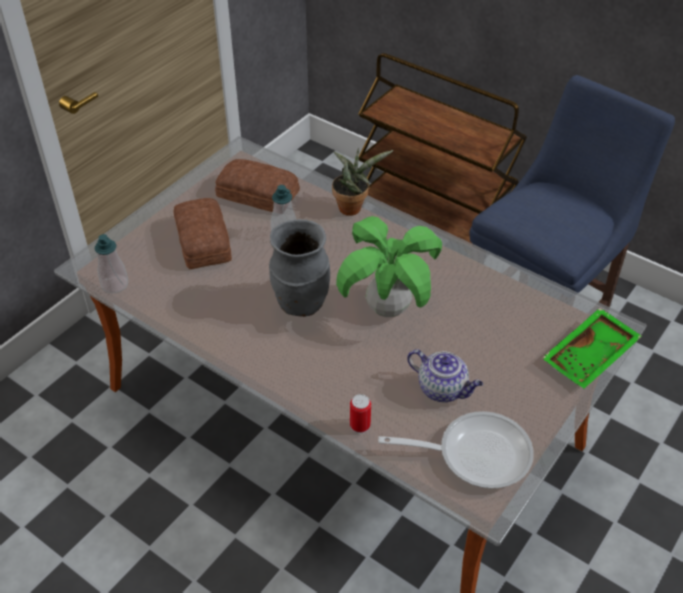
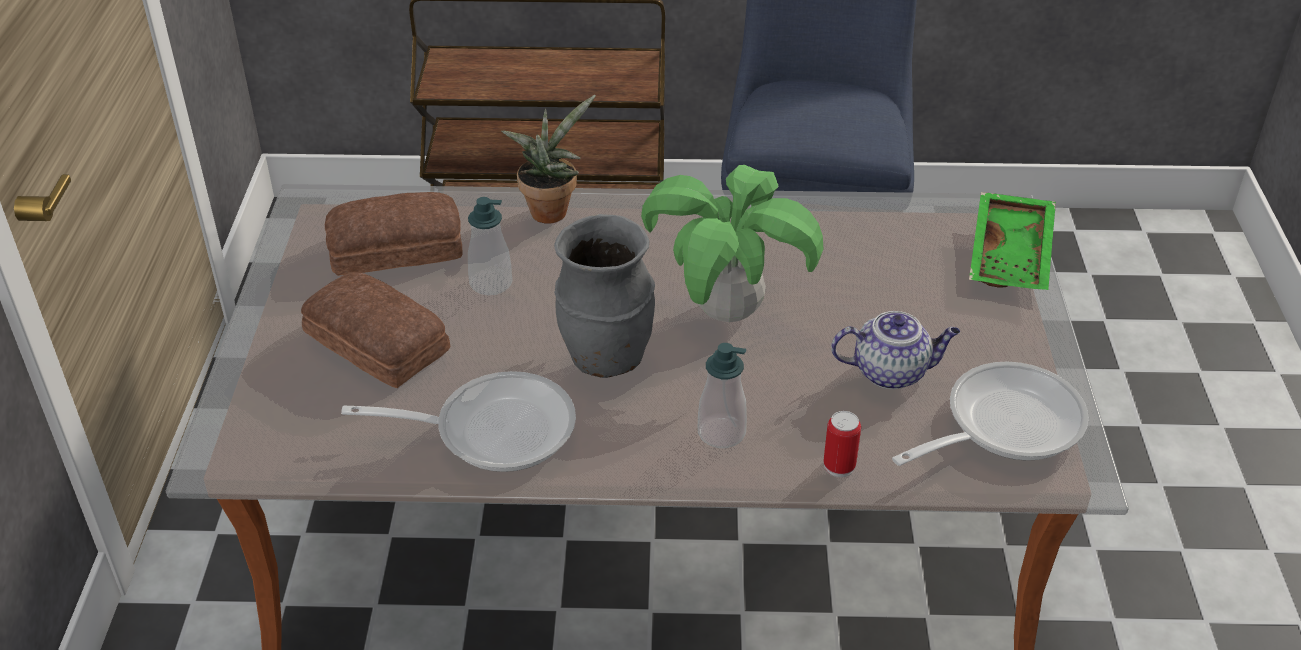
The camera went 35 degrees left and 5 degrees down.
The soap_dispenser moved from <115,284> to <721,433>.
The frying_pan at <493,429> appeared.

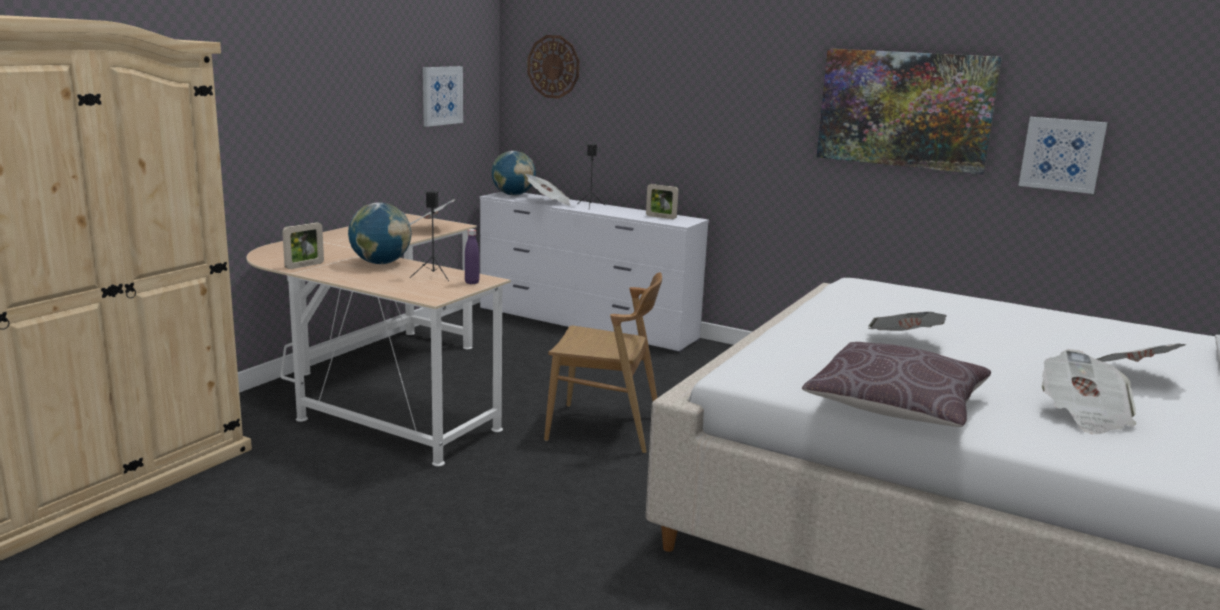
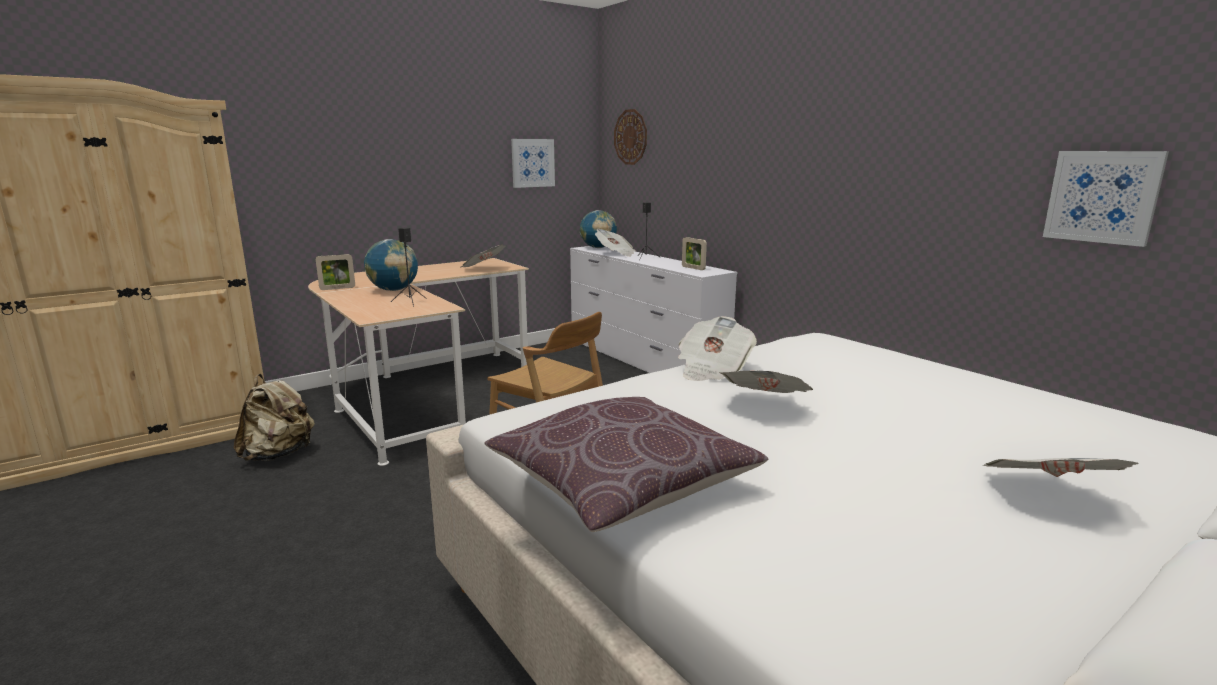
The camera went 25 degrees right and 0 degrees up.
The picture at <905,109> disappeared.
The purple_bottle at <472,282> disappeared.
The newspaper moved from <1084,416> to <712,370>.
The beige_backpack at <279,454> appeared.

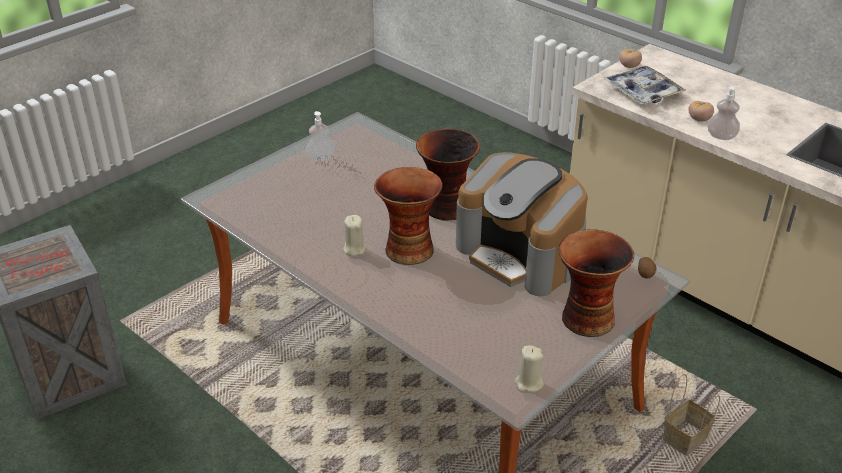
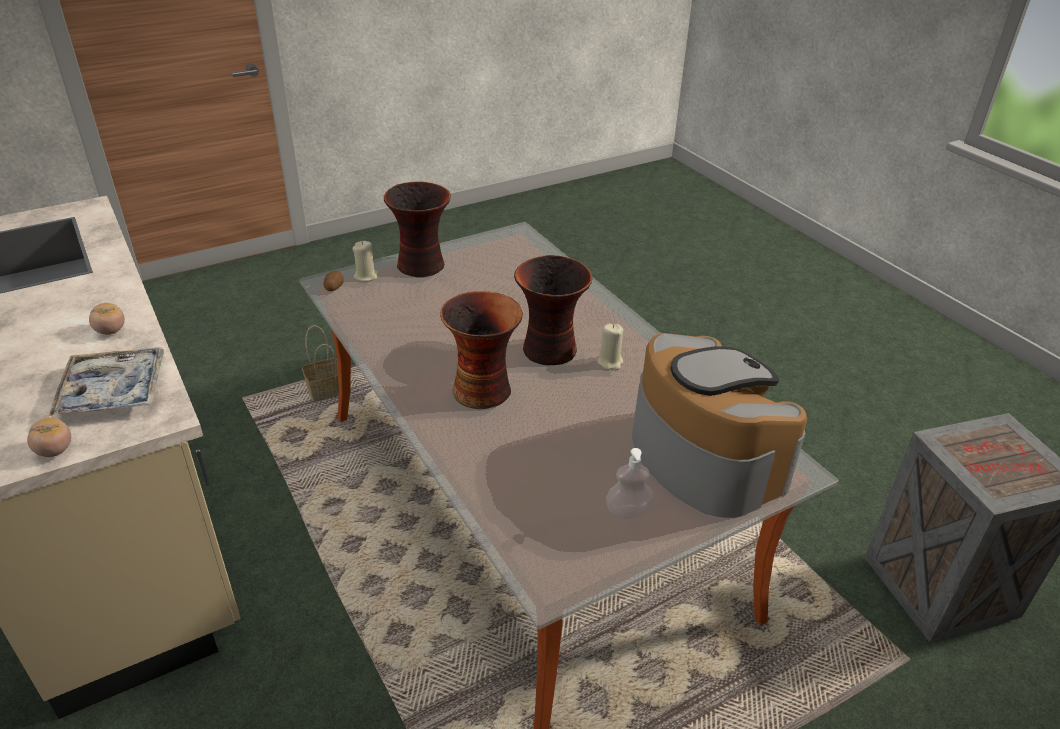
The camera went 165 degrees left and 0 degrees up.
The soap_dispenser at <721,136> disappeared.
The coffee_machine moved from <521,255> to <703,457>.
The beige_candle moved from <528,383> to <366,276>.

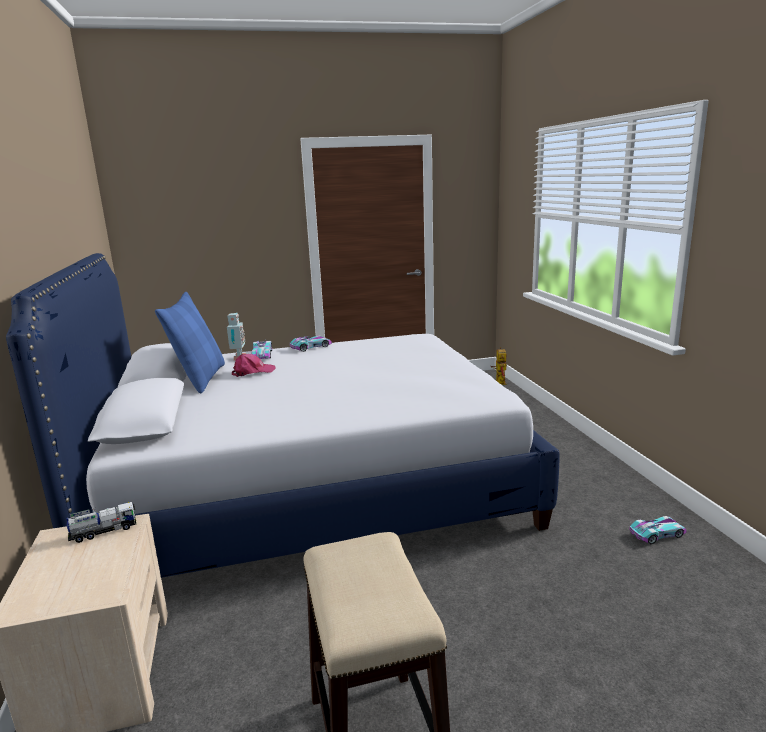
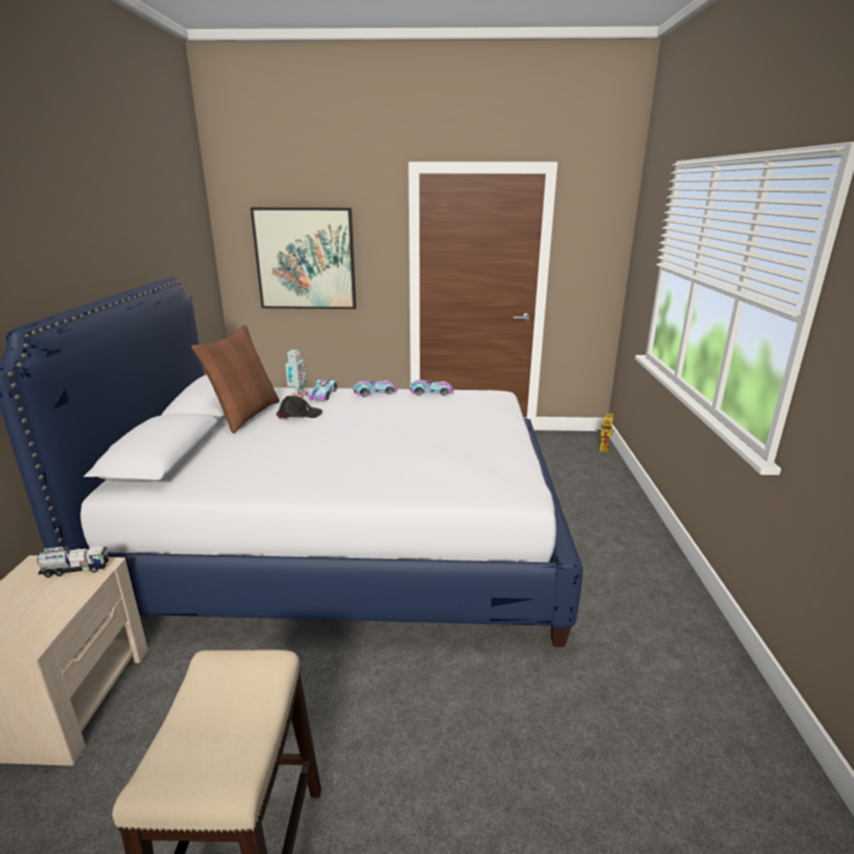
The camera went 15 degrees right and 5 degrees up.
The blue_pillow at <200,379> became the brown_pillow at <246,415>.
The pink_cap at <253,372> became the black_cap at <298,414>.
The toy_car moved from <657,534> to <431,392>.
The picture at <305,259> appeared.

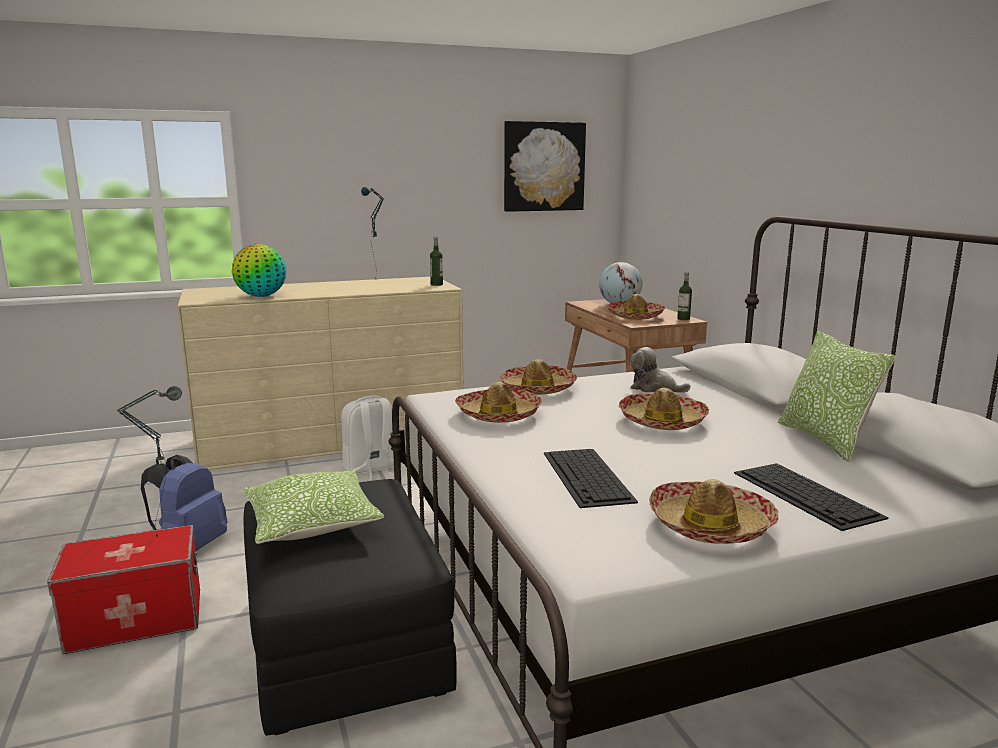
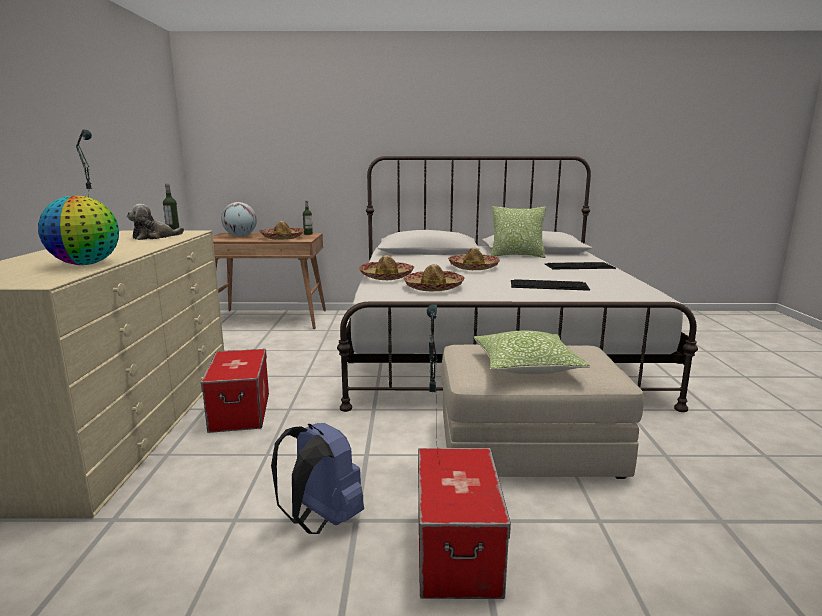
The camera went 70 degrees left and 0 degrees up.
The picture at <543,167> disappeared.
The plush_toy moved from <654,388> to <154,237>.
The white_backpack at <371,469> was replaced by the storage_box at <241,412>.
The black_ottoman at <346,644> became the beige_ottoman at <528,447>.
The hat at <710,525> disappeared.

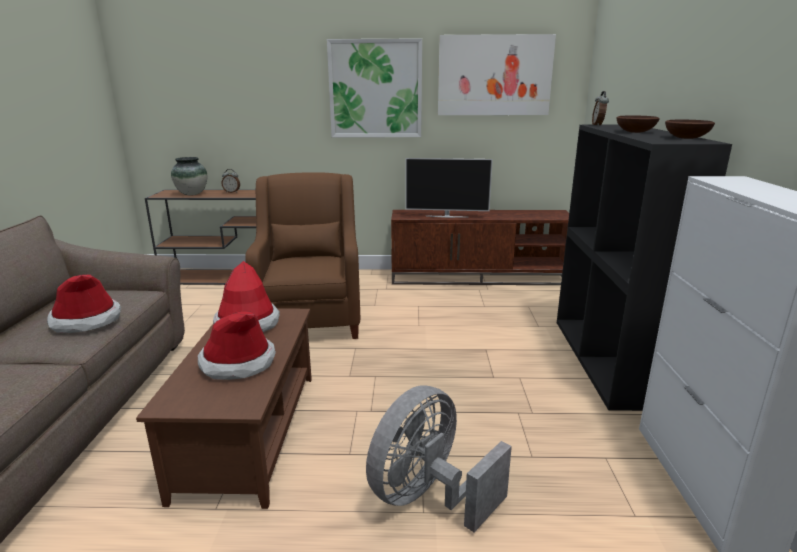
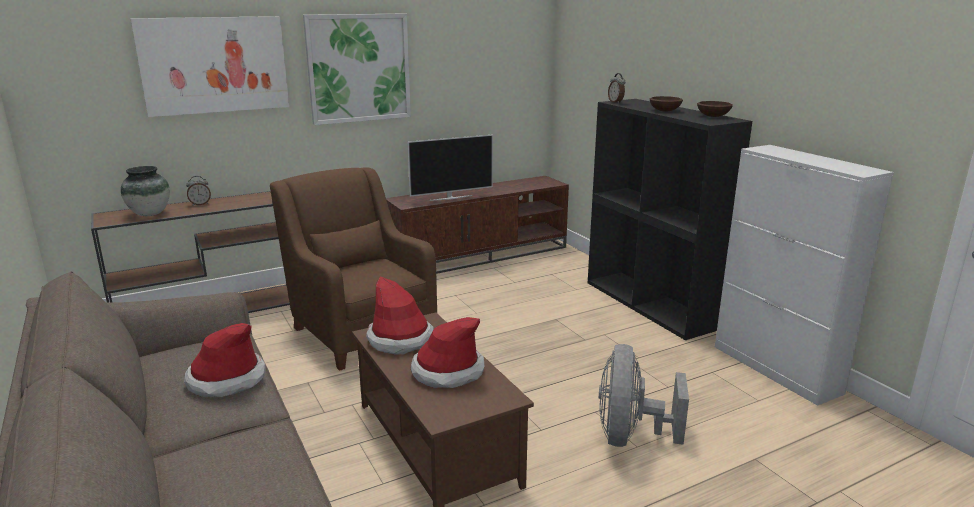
The camera went 30 degrees left and 0 degrees up.
The picture moved from <494,75> to <214,65>.

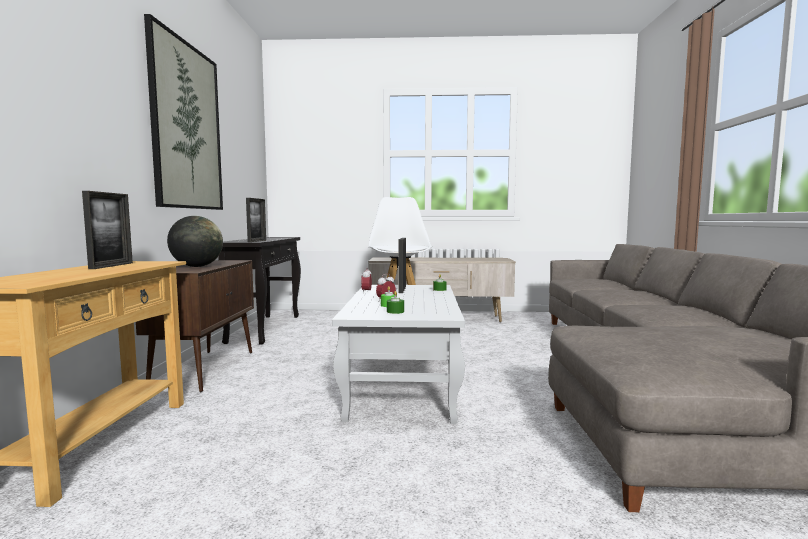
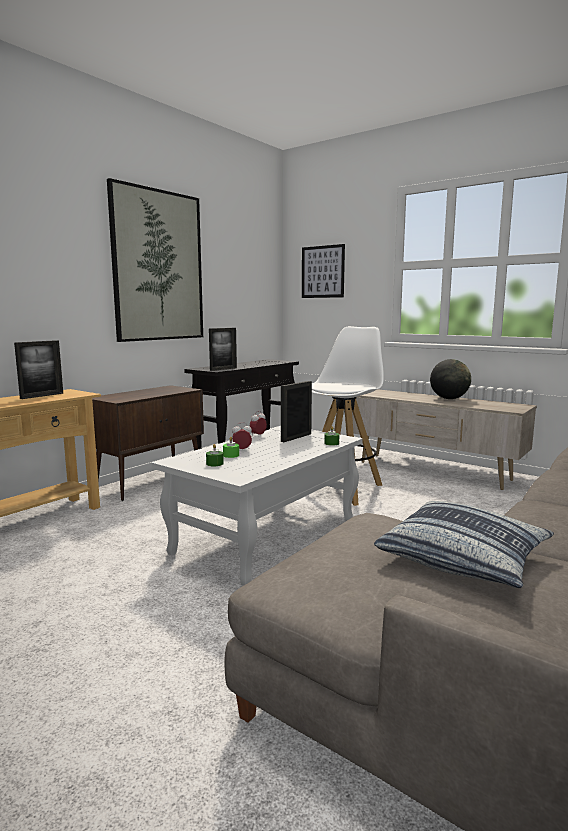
The camera went 35 degrees right and 5 degrees up.
The globe moved from <197,266> to <449,398>.
The picture at <322,272> appeared.
The pillow at <464,557> appeared.

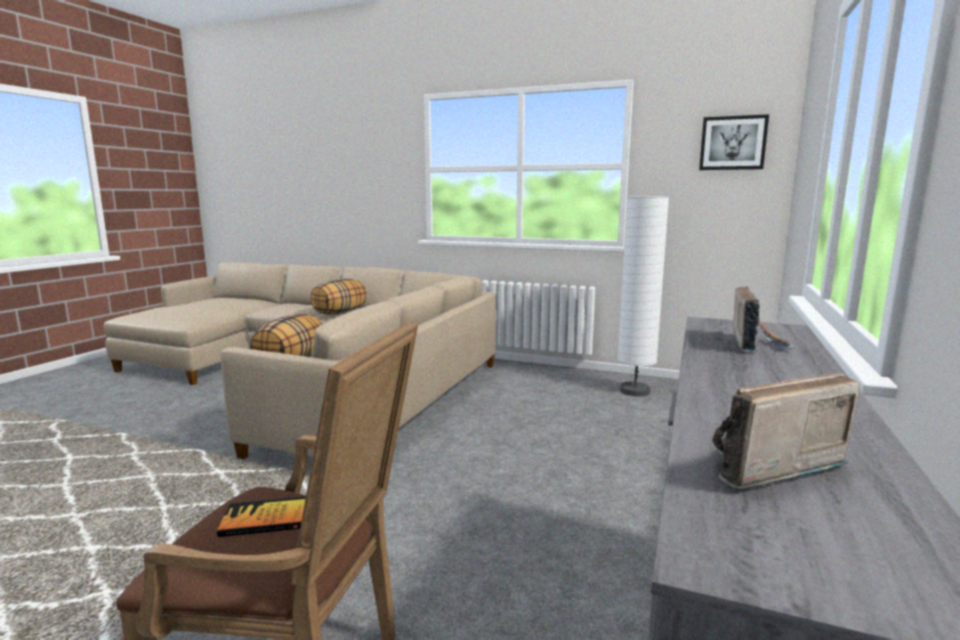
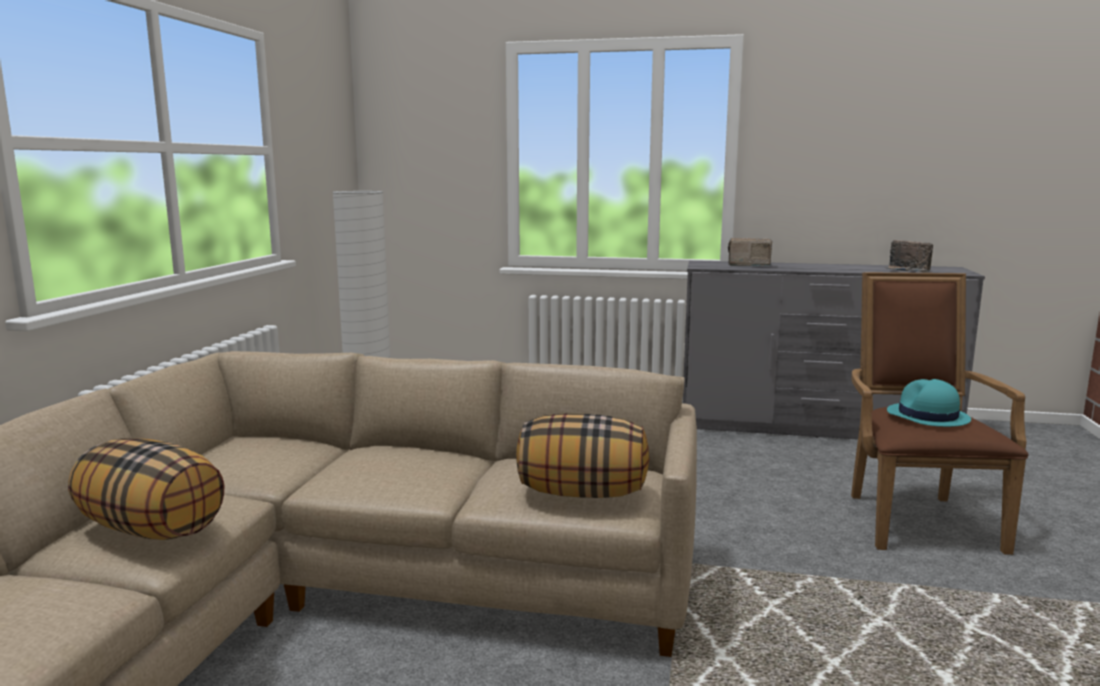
The camera went 100 degrees left and 0 degrees up.
The picture at <732,143> disappeared.
The book at <267,519> was replaced by the turquoise_hat at <927,416>.

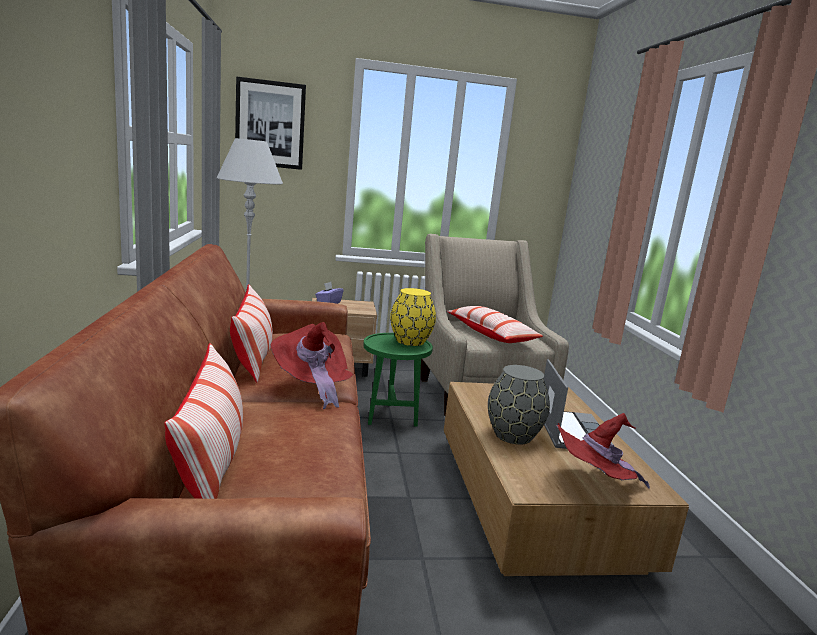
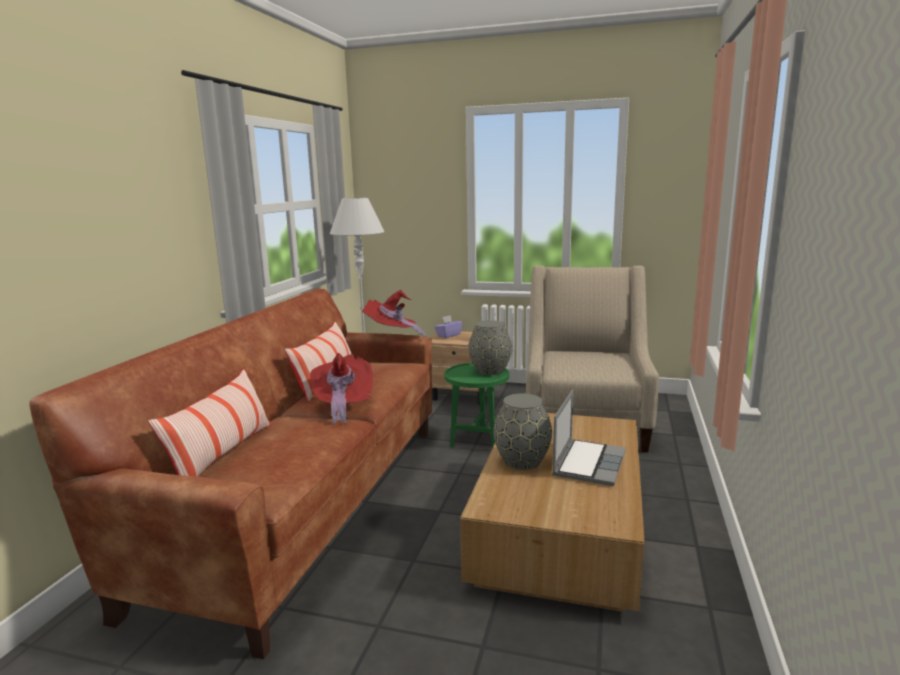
The camera went 25 degrees right and 0 degrees up.
The picture at <270,124> disappeared.
The yellow_vase at <410,341> became the grey_vase at <490,371>.
The pillow at <491,334> disappeared.
The red_hat moved from <592,483> to <392,335>.

